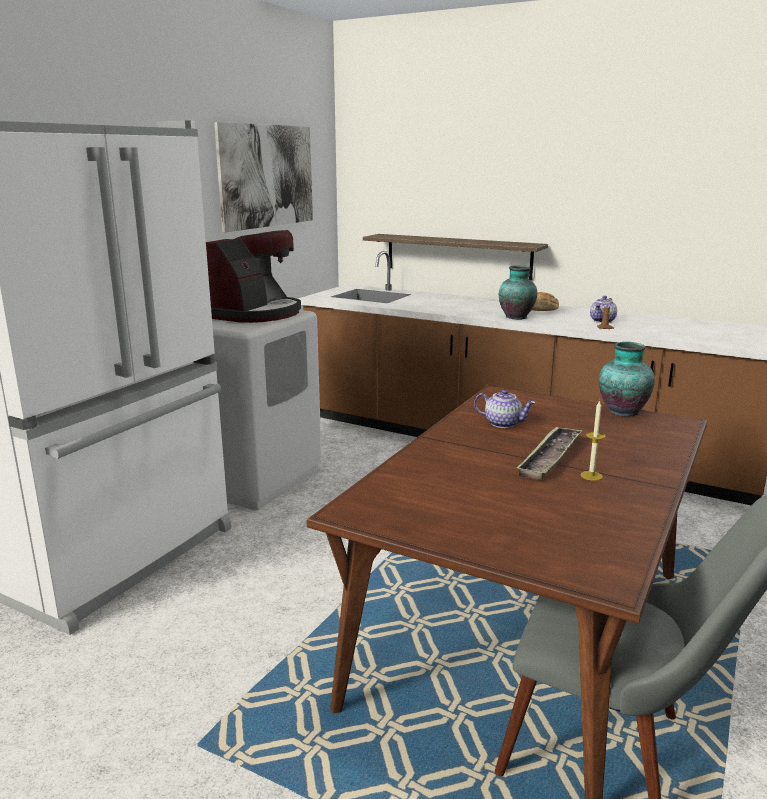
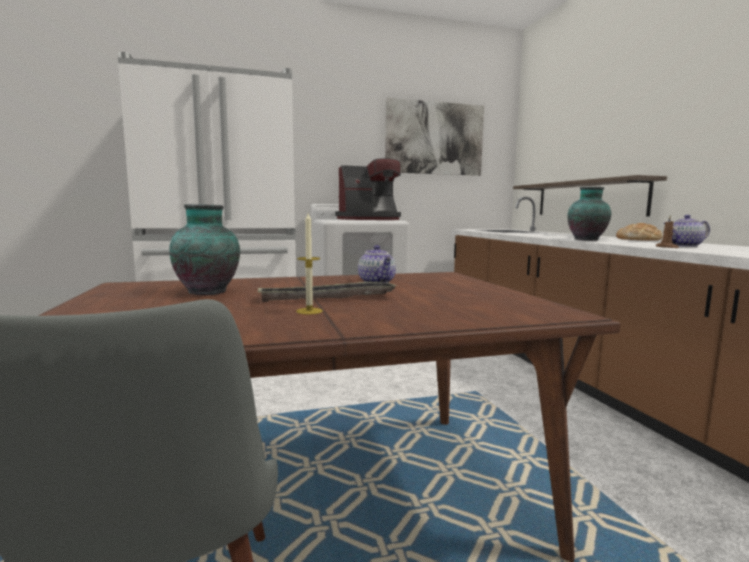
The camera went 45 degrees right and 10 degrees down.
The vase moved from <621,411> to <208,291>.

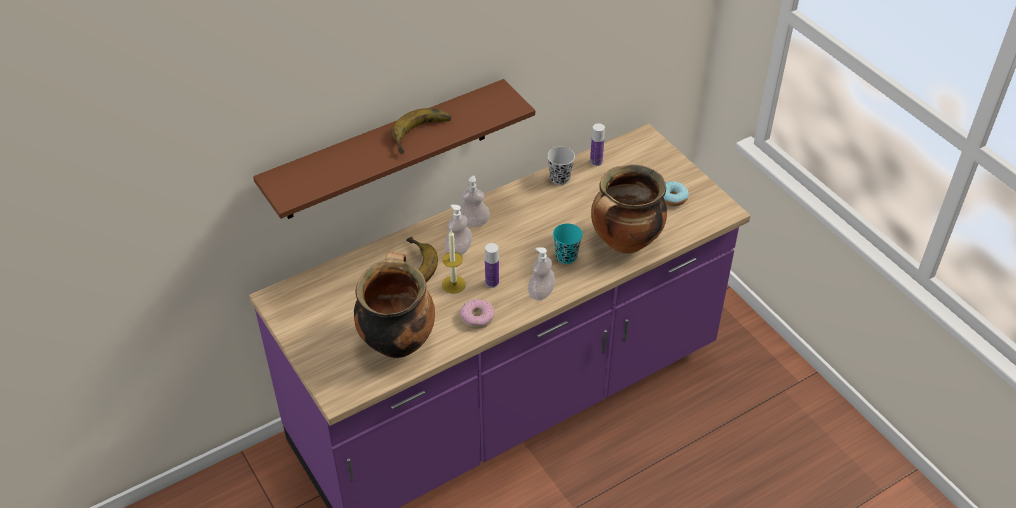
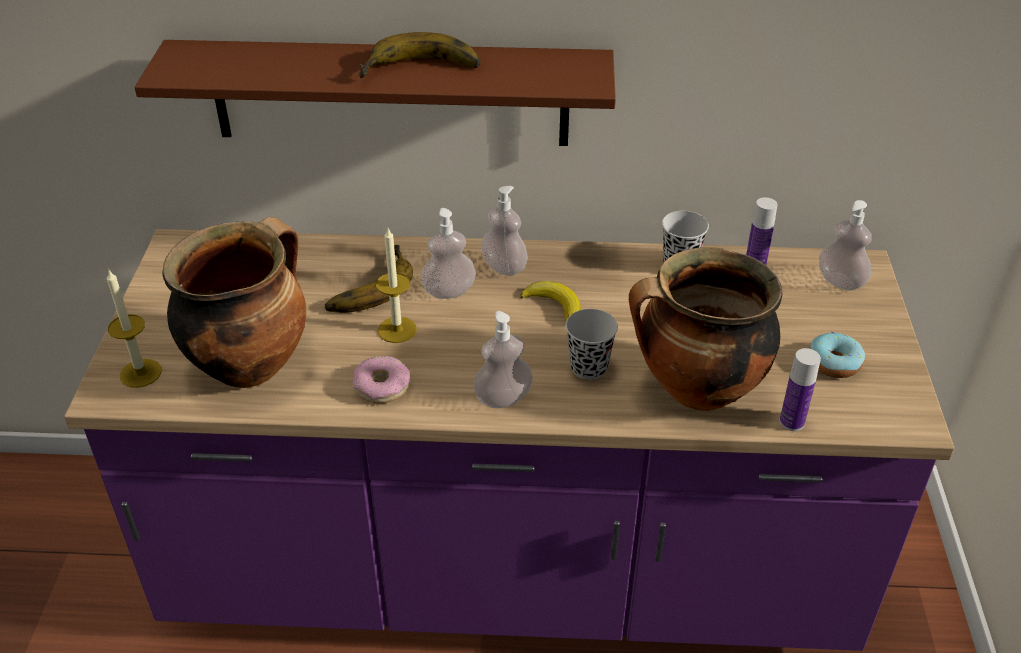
The camera went 35 degrees right and 5 degrees down.
The turquoise_cup at <566,256> became the black_cup at <588,367>.
The bottle moved from <492,282> to <792,422>.
The soap_dispenser at <840,281> appeared.
The candle at <140,373> appeared.
The banana at <554,305> appeared.

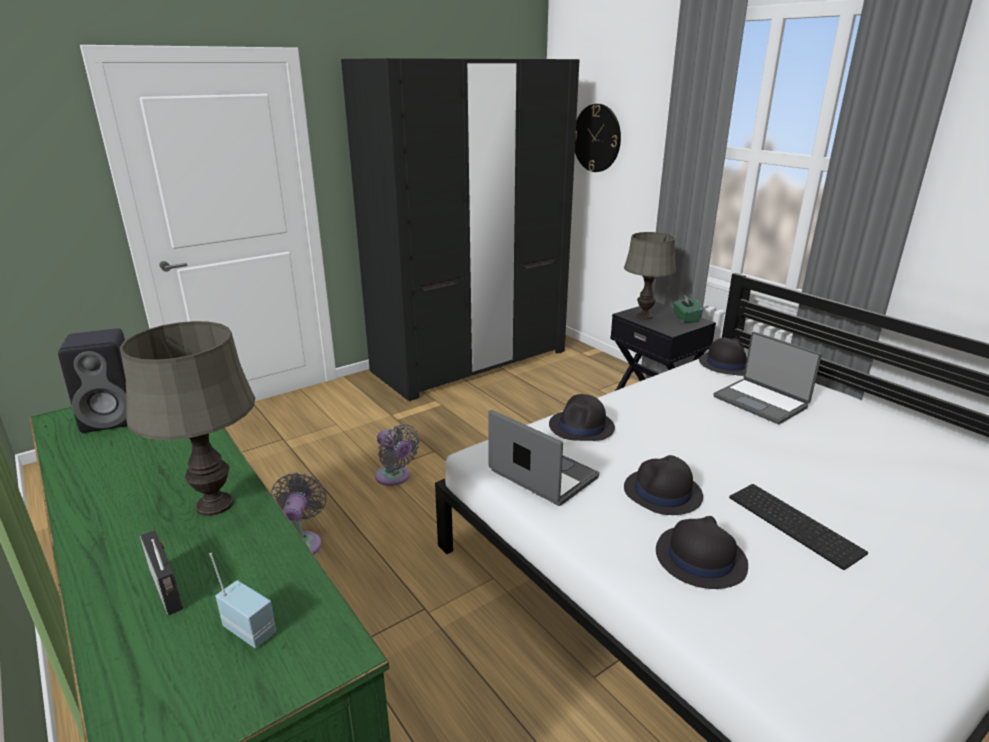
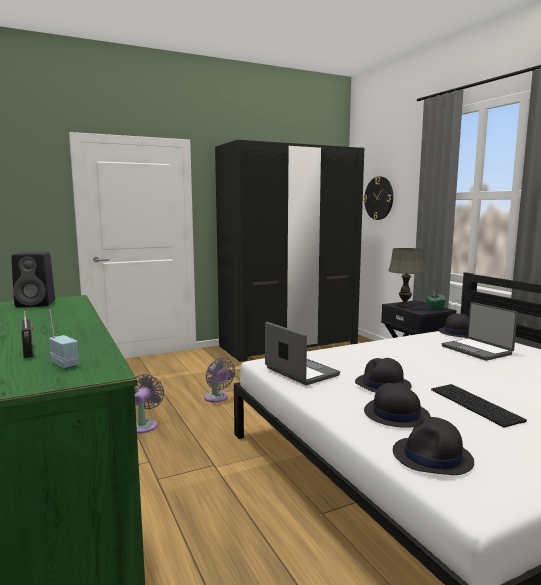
The camera went 10 degrees right and 15 degrees down.
The grey_table_lamp at <214,505> disappeared.
The black_hat moved from <581,427> to <432,457>.

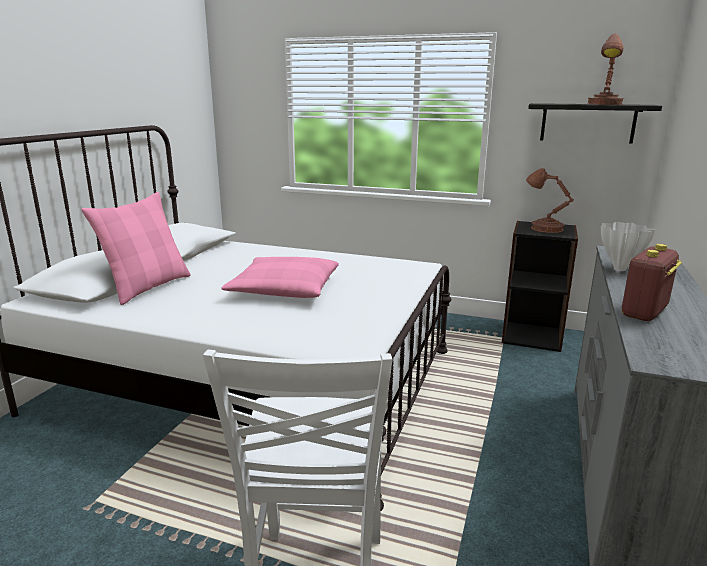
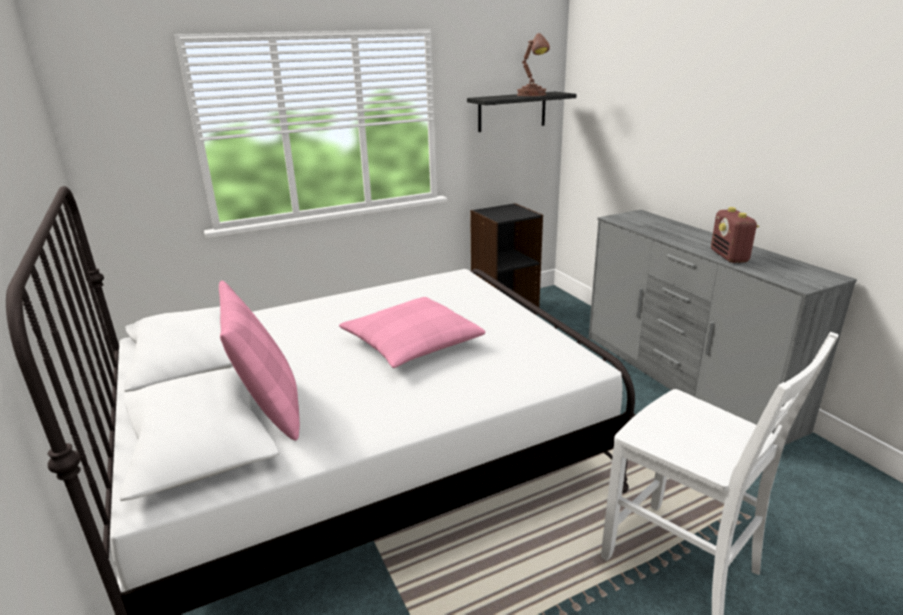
The camera went 45 degrees left and 5 degrees up.
The brown_table_lamp at <544,228> disappeared.
The white_vase at <620,269> disappeared.

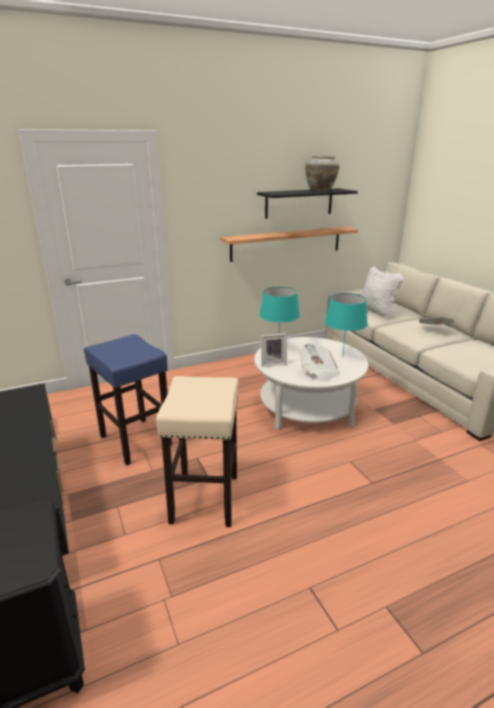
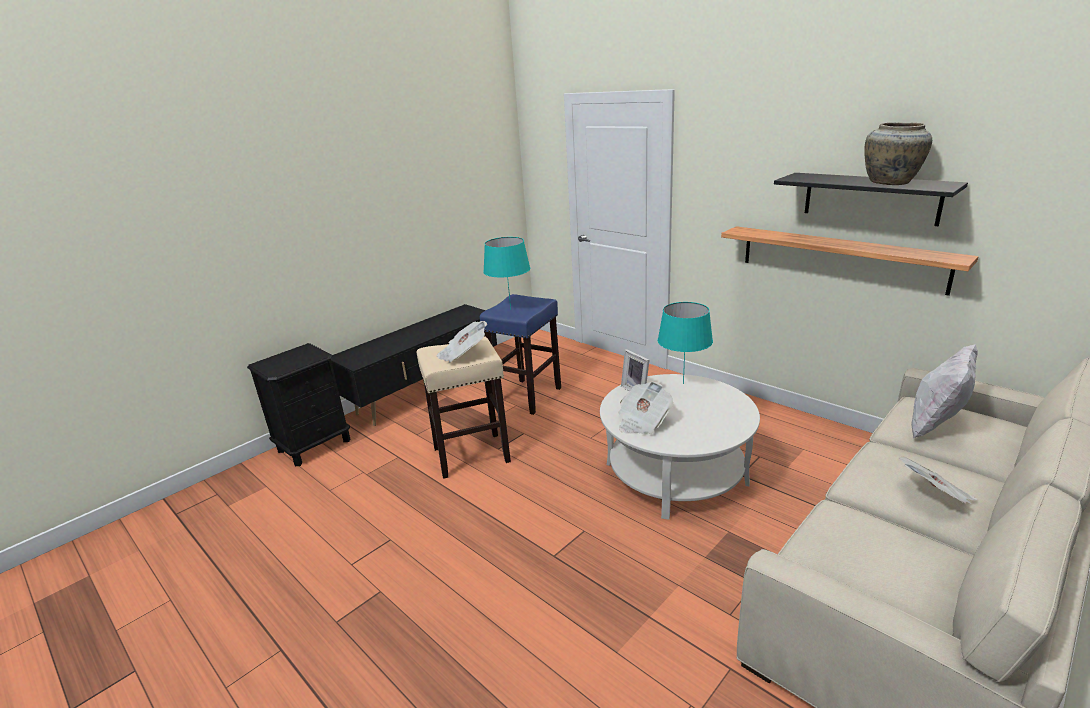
The camera went 70 degrees right and 0 degrees up.
The turquoise_table_lamp moved from <342,357> to <510,309>.
The newspaper at <463,354> appeared.

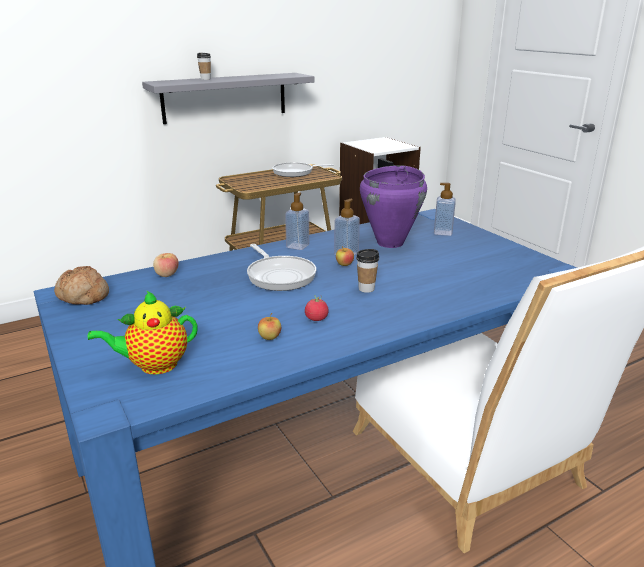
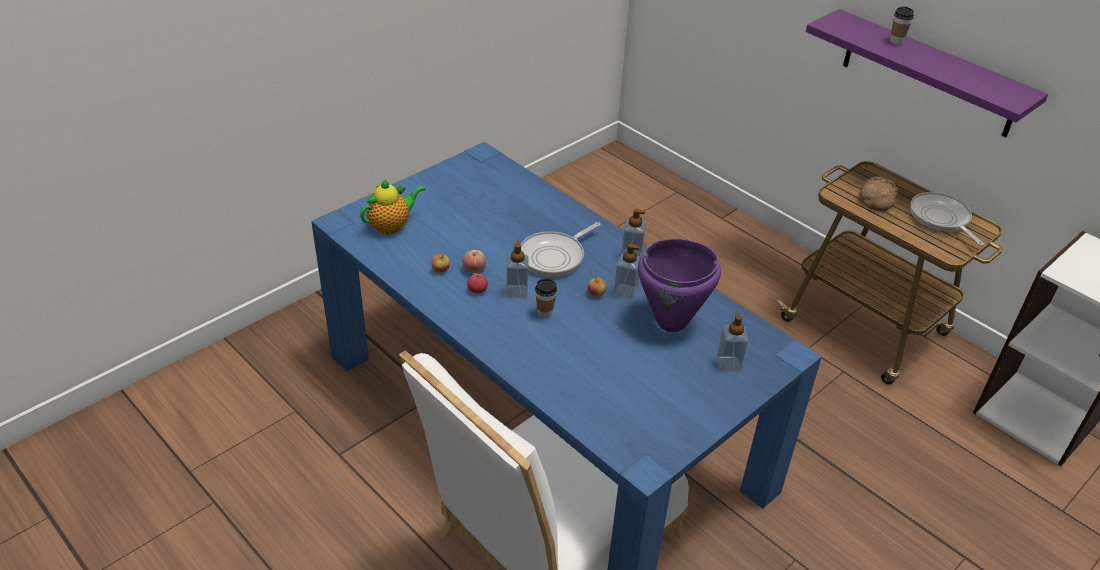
The camera went 75 degrees right and 15 degrees up.
The grey_shelf at <225,97> became the purple_shelf at <929,74>.
The apple moved from <167,275> to <474,269>.
The bread moved from <83,296> to <875,200>.
The teapot at <154,365> turned 90 degrees clockwise.
The soap_dispenser at <516,292> appeared.

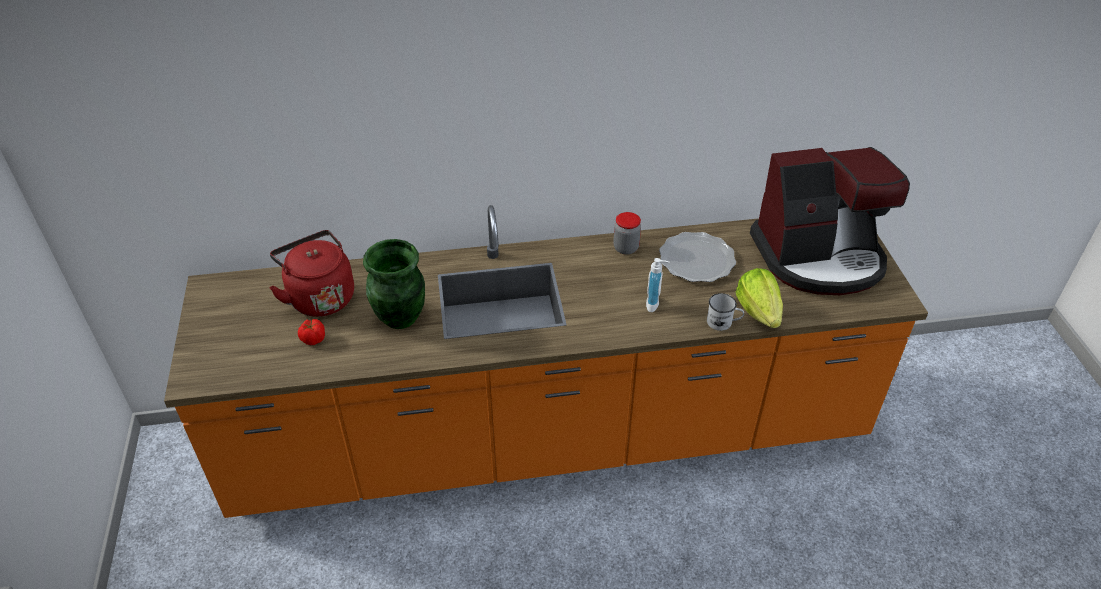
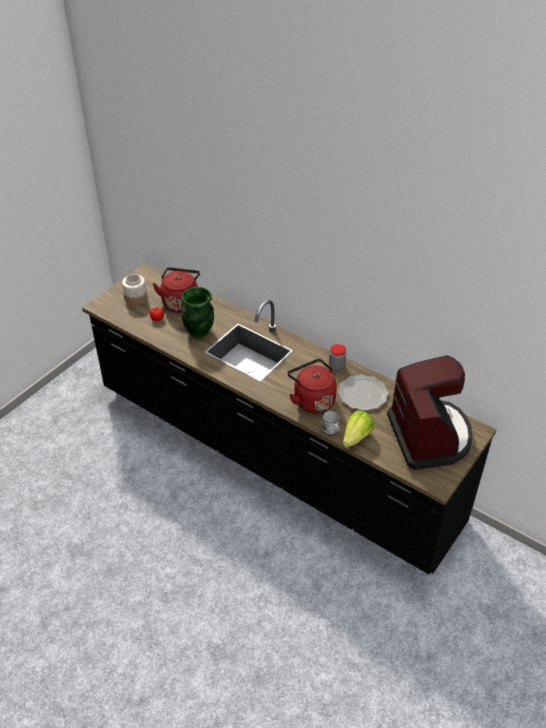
The camera went 45 degrees right and 0 degrees up.
The coffee_machine at <819,257> turned 135 degrees counterclockwise.
The orange_counter at <550,438> became the black_counter at <273,455>.
The soap_dispenser at <655,304> was replaced by the red_kettle at <312,400>.
The jar at <136,298> appeared.

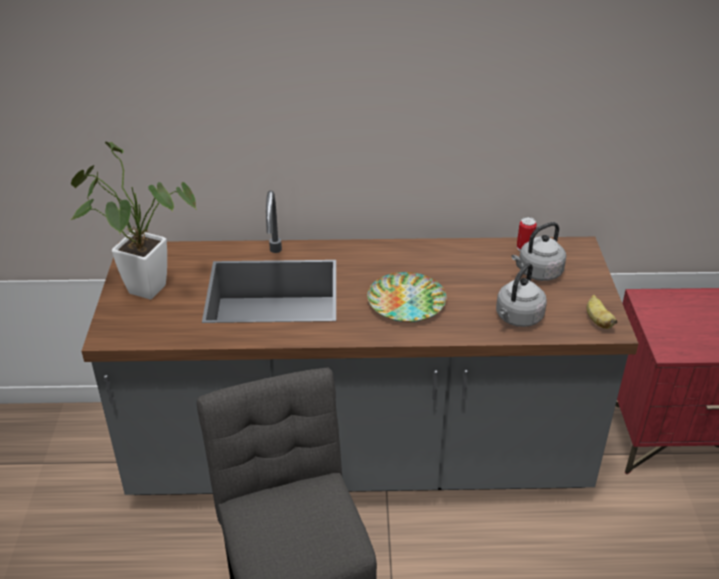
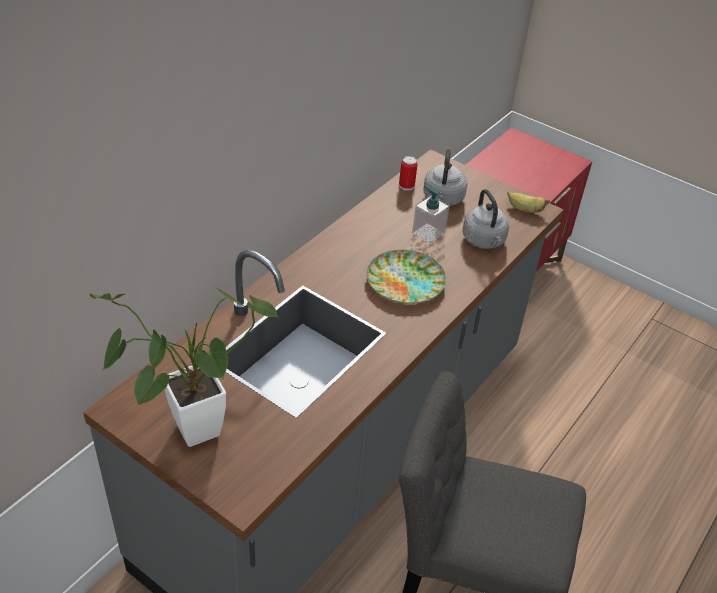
The camera went 55 degrees left and 5 degrees up.
The soap_dispenser at <428,233> appeared.

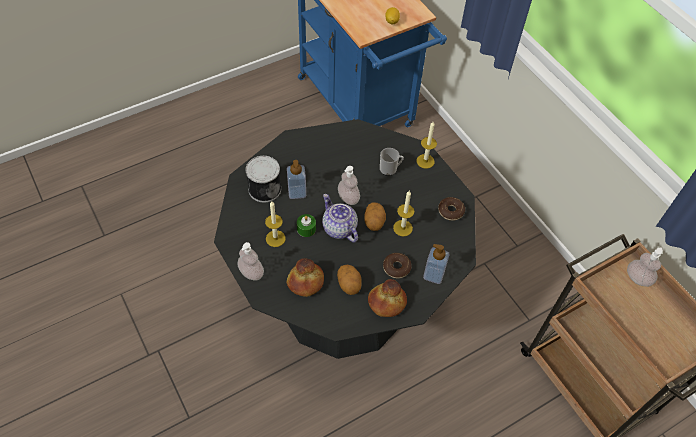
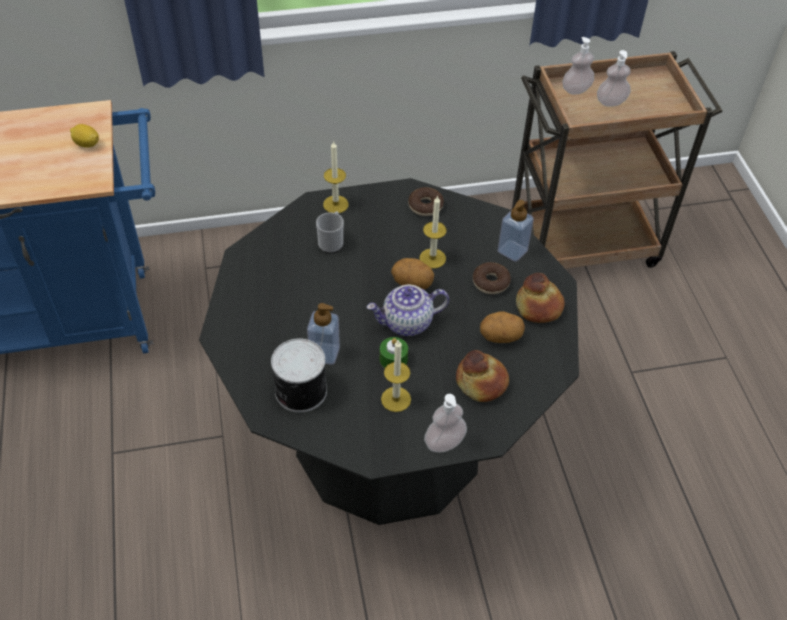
The camera went 70 degrees left and 5 degrees down.
The soap_dispenser moved from <348,198> to <611,102>.

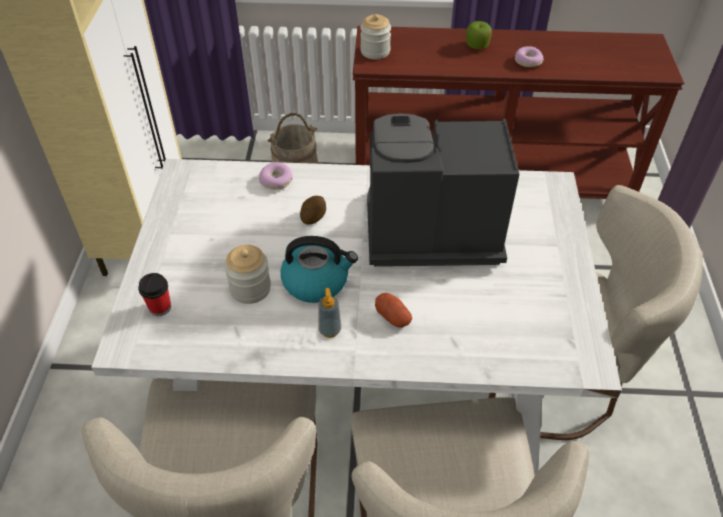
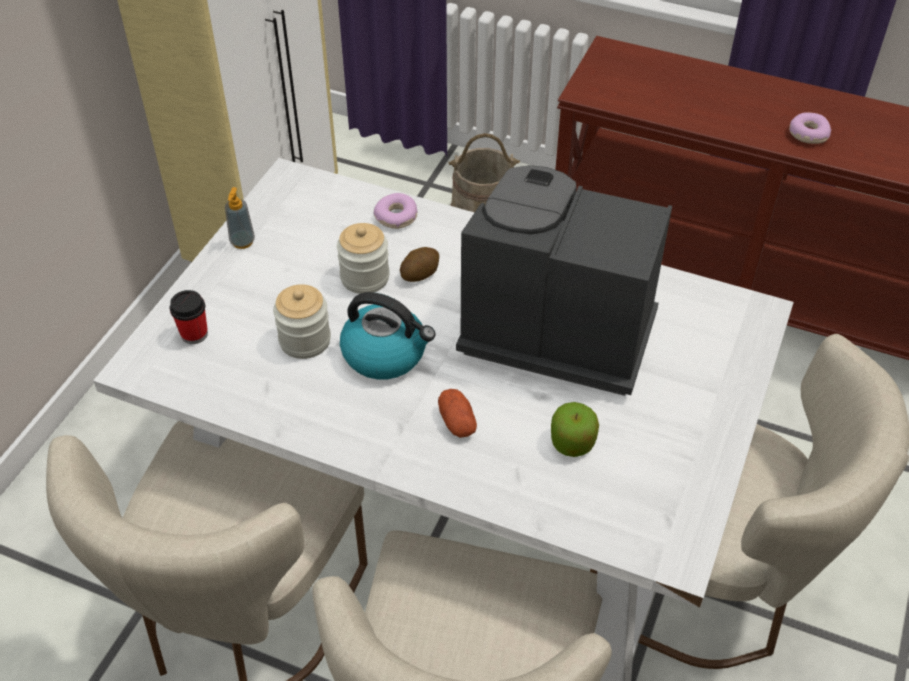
The camera went 20 degrees right and 0 degrees up.
The jar moved from <375,51> to <365,277>.
The apple moved from <477,45> to <572,442>.
The soap_dispenser moved from <330,330> to <242,242>.

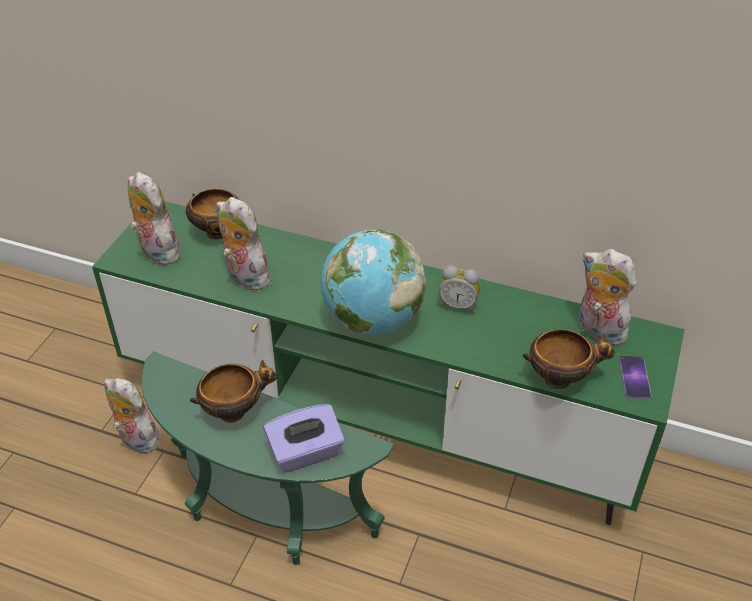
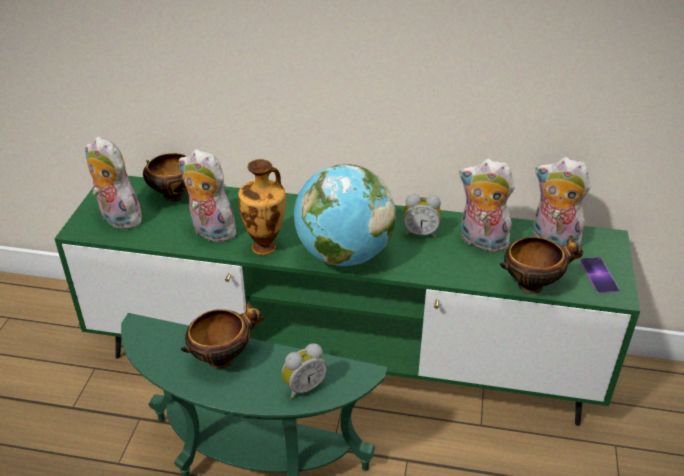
The camera went 10 degrees left and 5 degrees down.
The plush_toy moved from <136,440> to <481,242>.
The purple_tissue_box at <306,453> was replaced by the alarm_clock at <303,387>.
The vase at <266,247> appeared.

